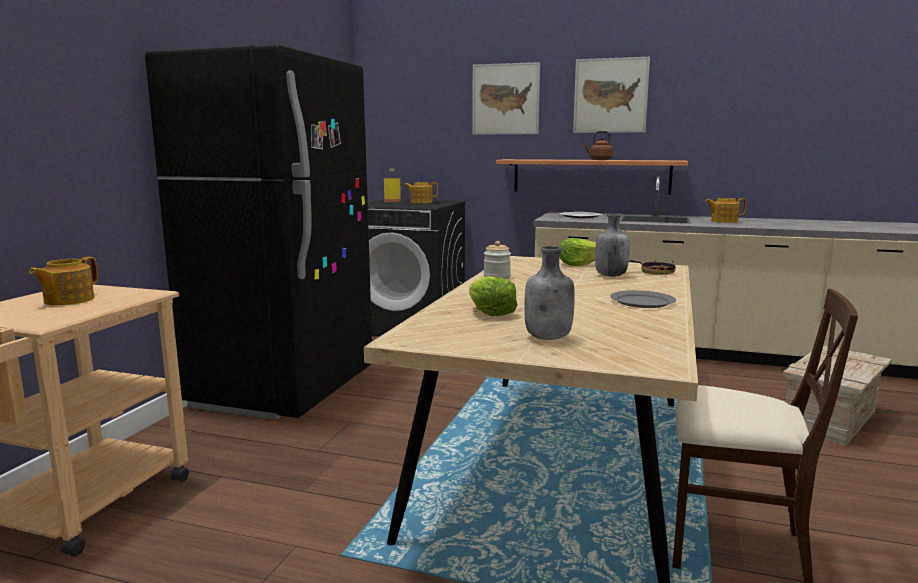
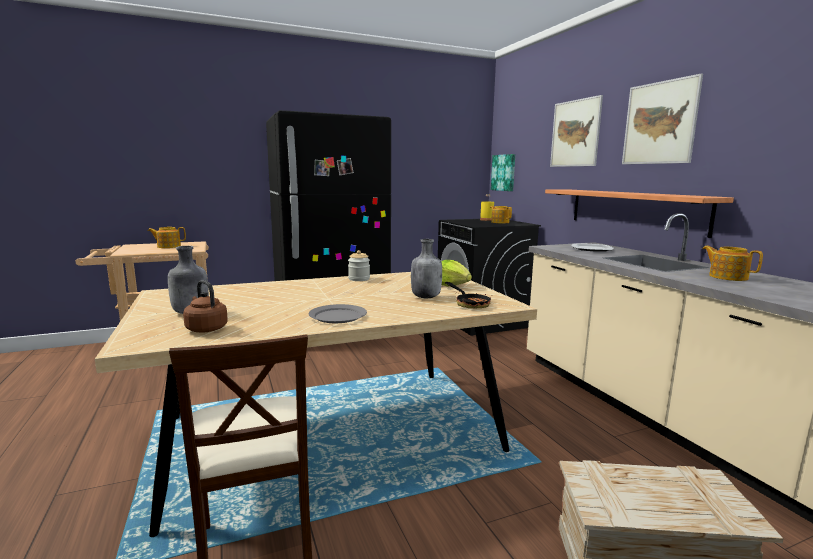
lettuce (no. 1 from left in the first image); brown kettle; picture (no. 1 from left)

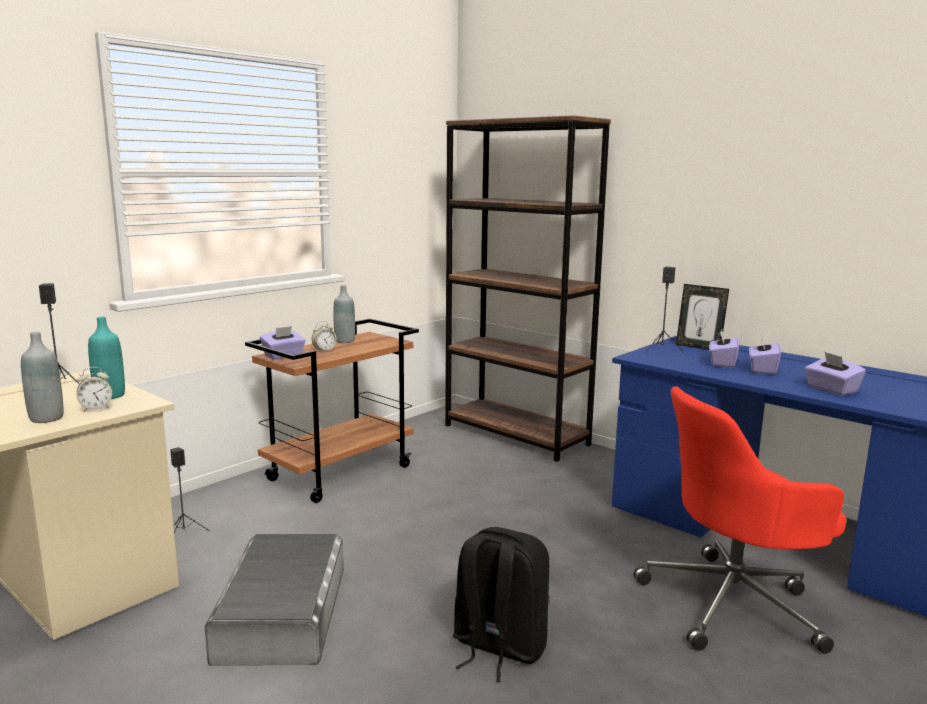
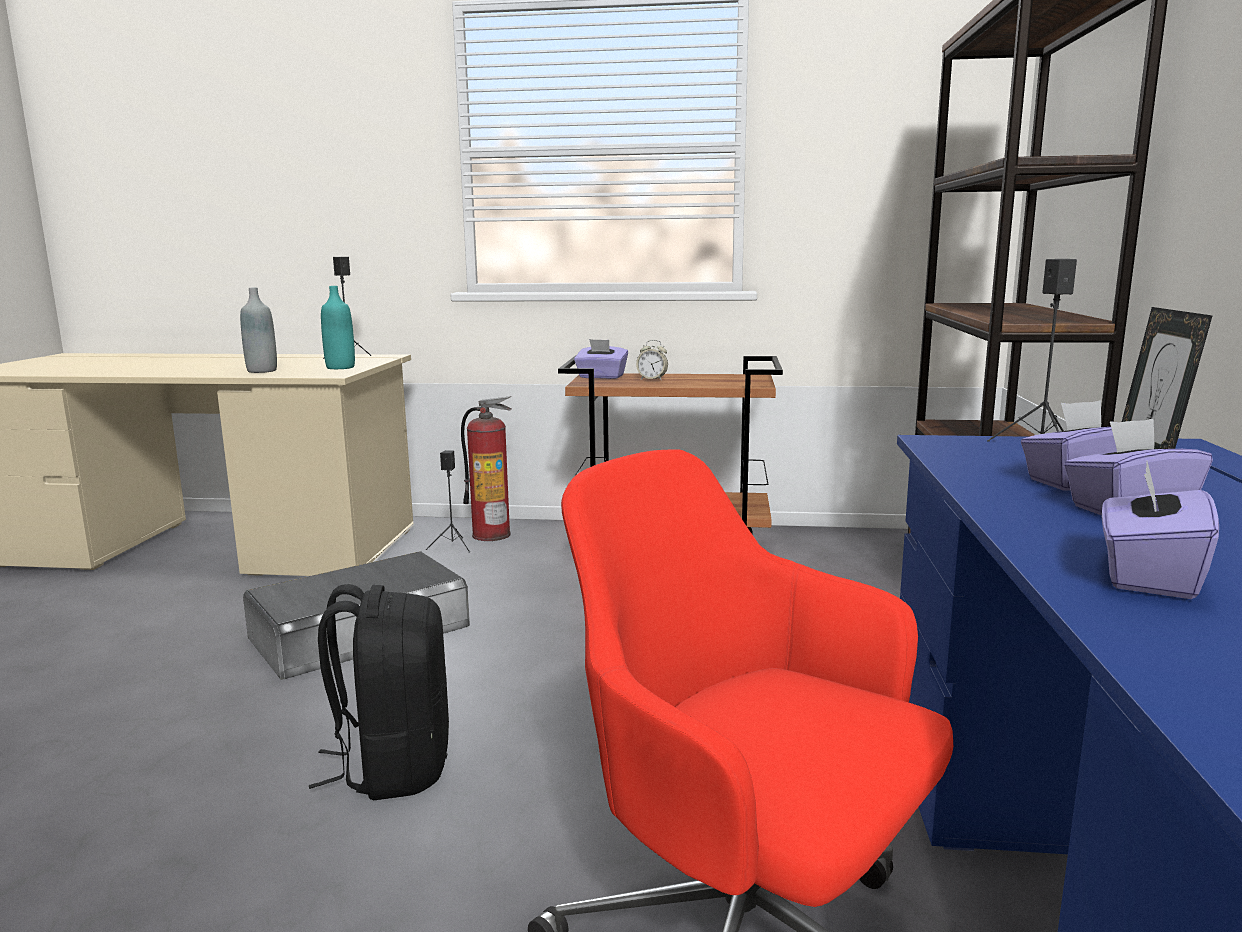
alarm clock (no. 1 from left in the first image); grey bottle (no. 2 from left in the first image); fire extinguisher

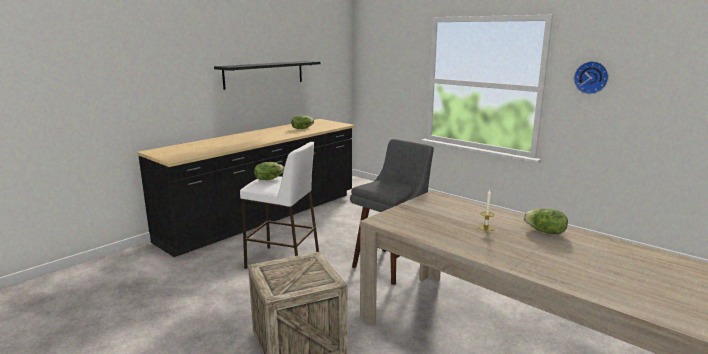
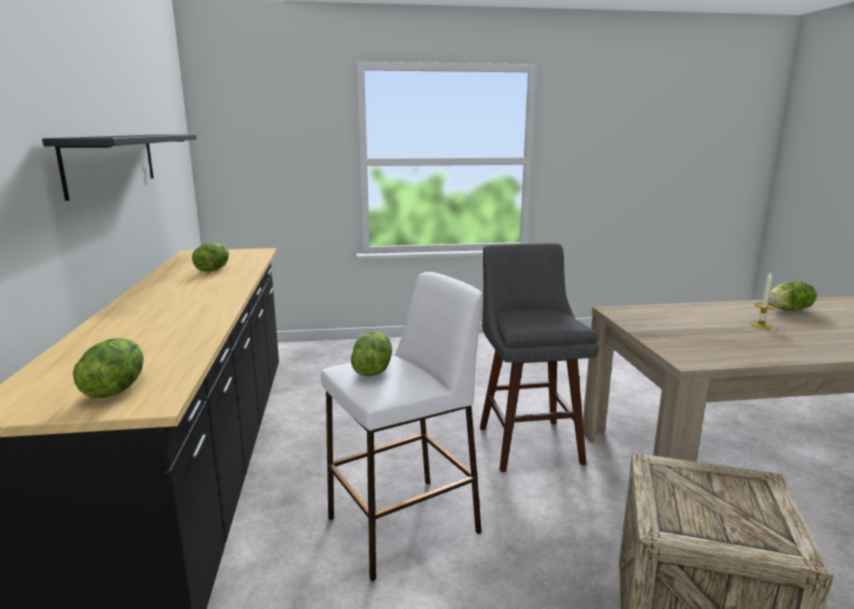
wall clock; lettuce (no. 1 from left)

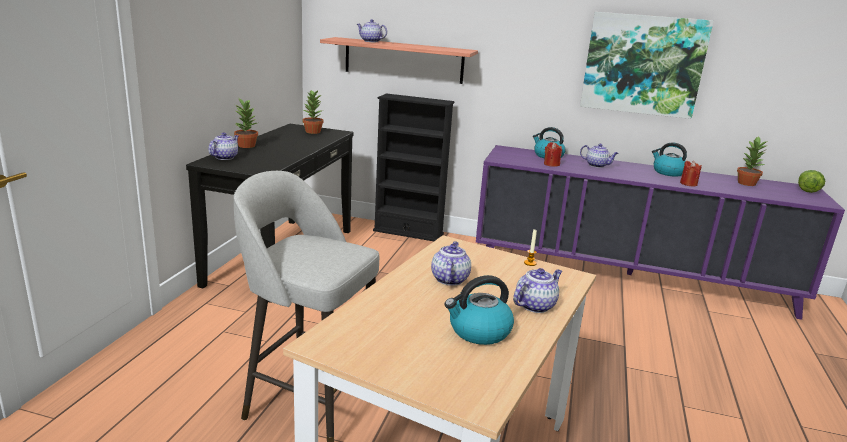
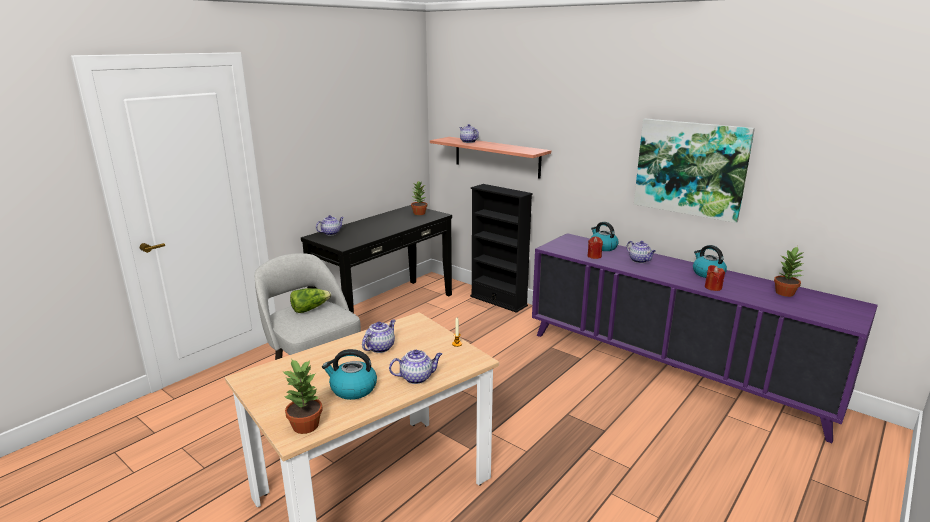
potted plant (no. 1 from left); lettuce

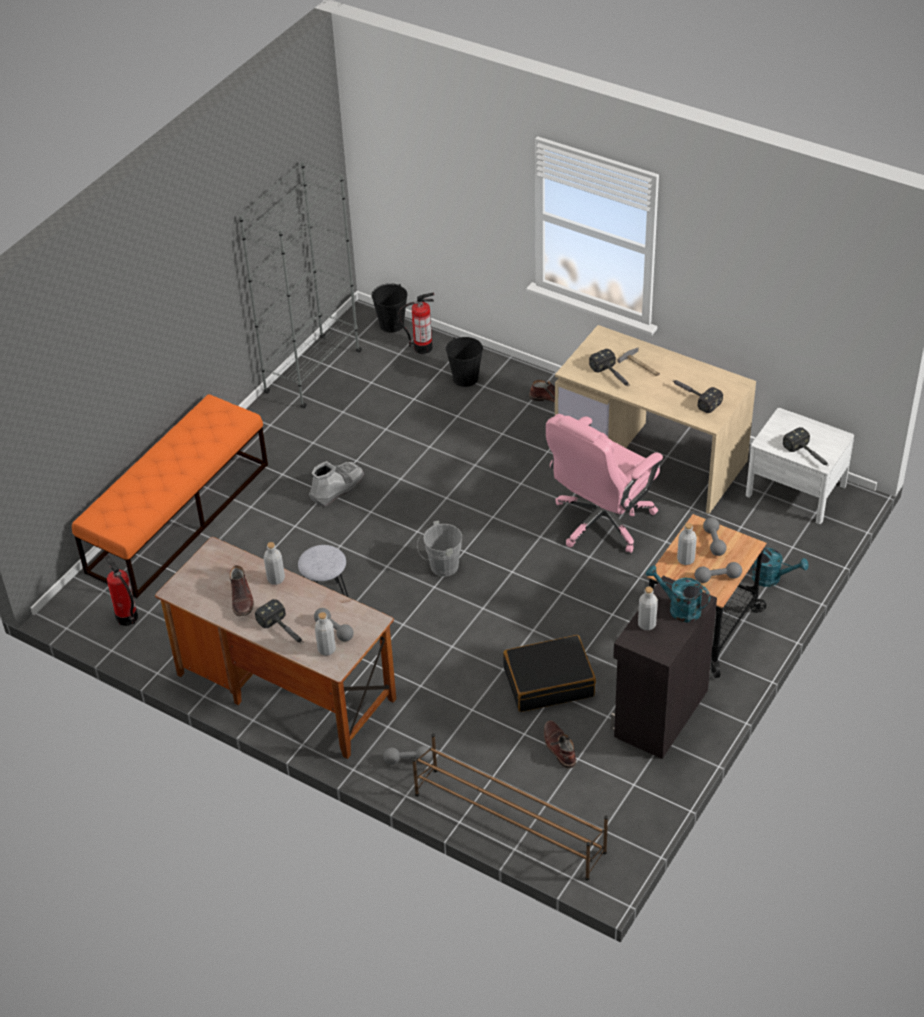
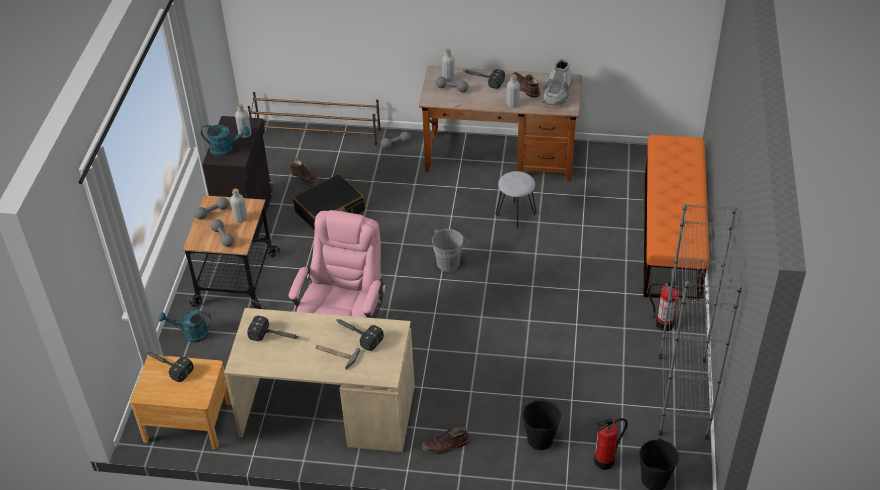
fire extinguisher (no. 2 from left); grey boot; brown nightstand

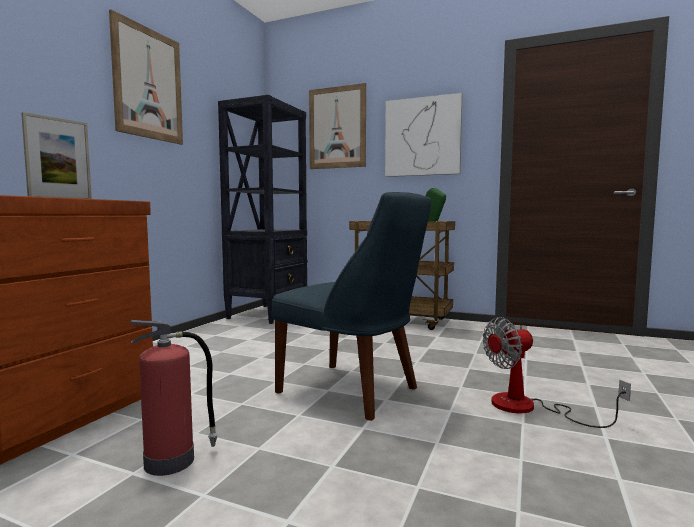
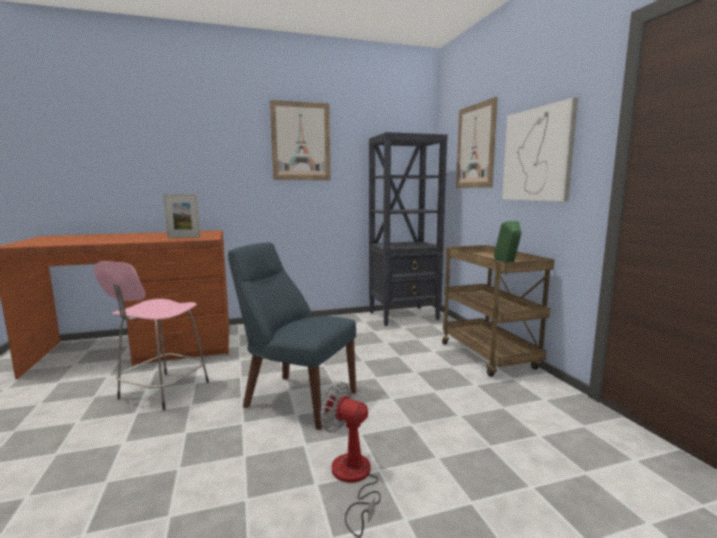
pink stool; blue chair

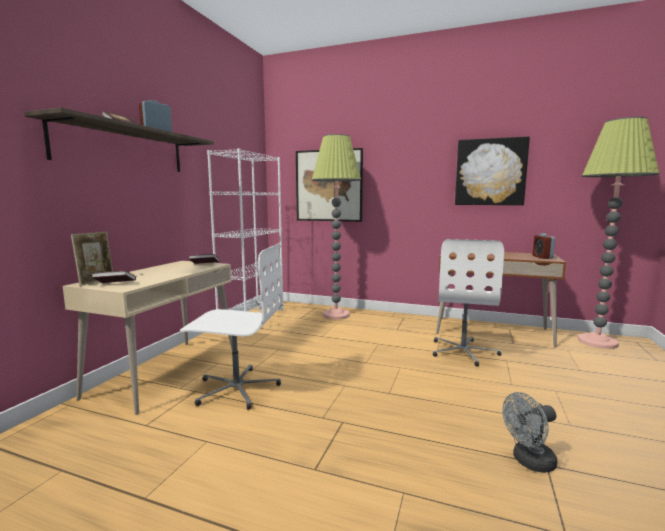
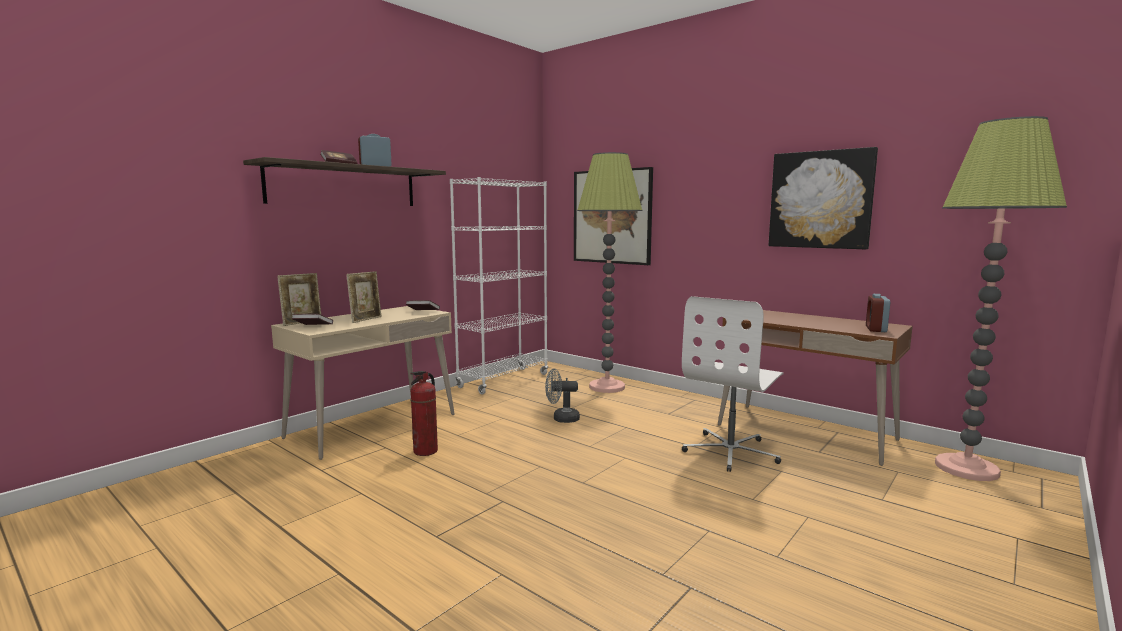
fire extinguisher; grey fan; picture frame (no. 2 from left)

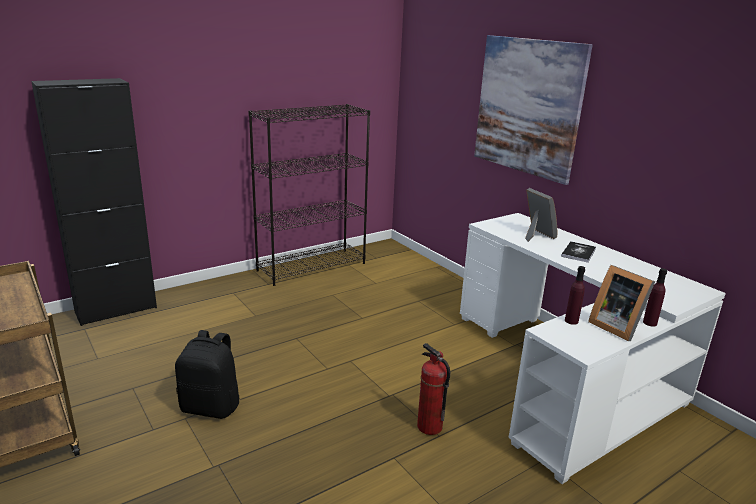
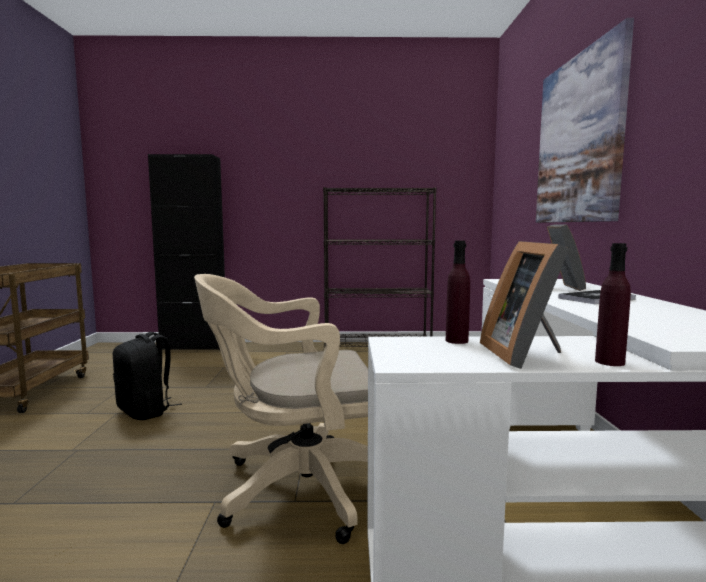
beige office chair

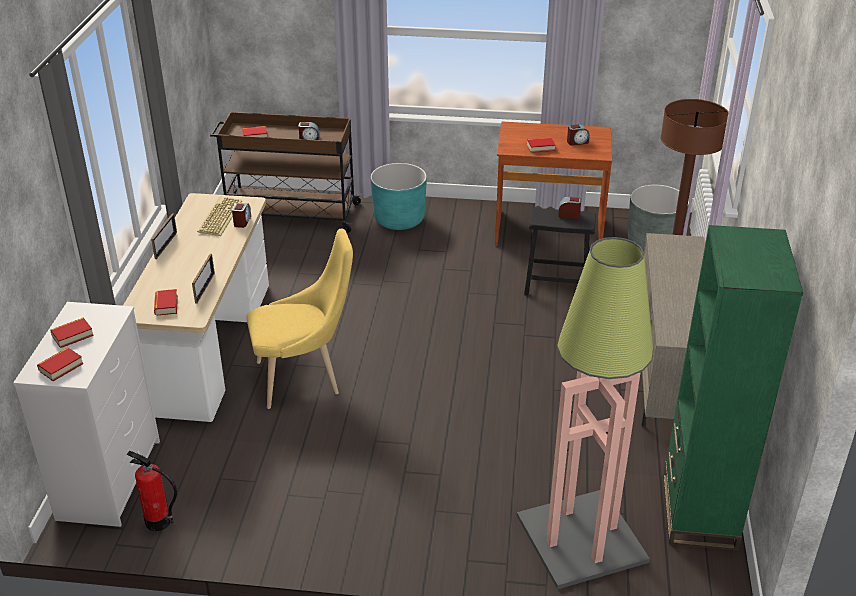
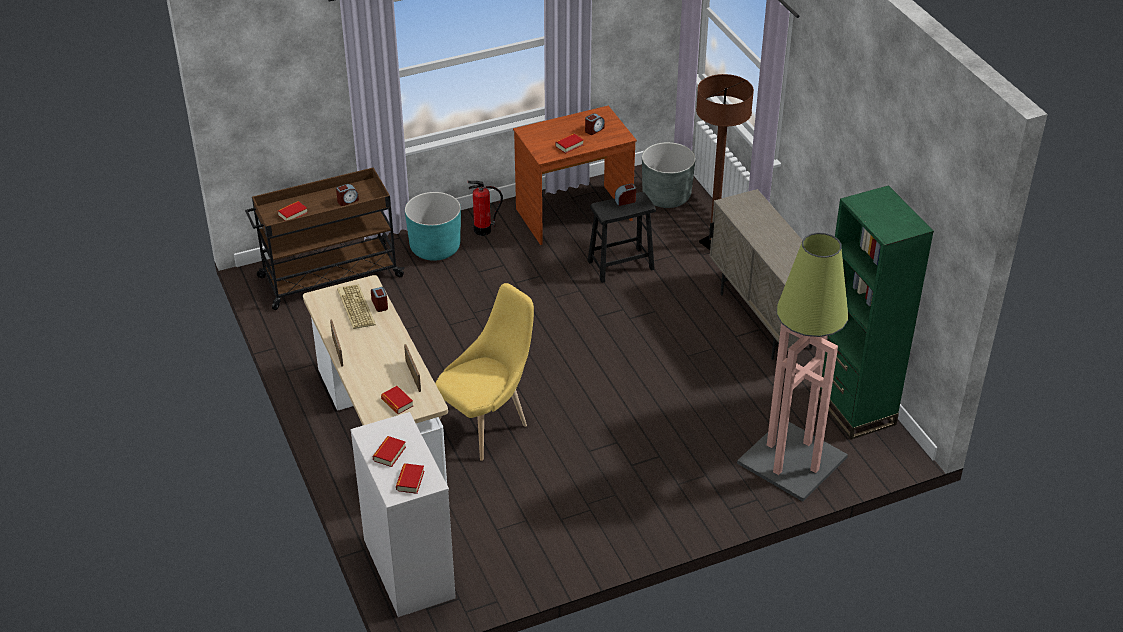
fire extinguisher

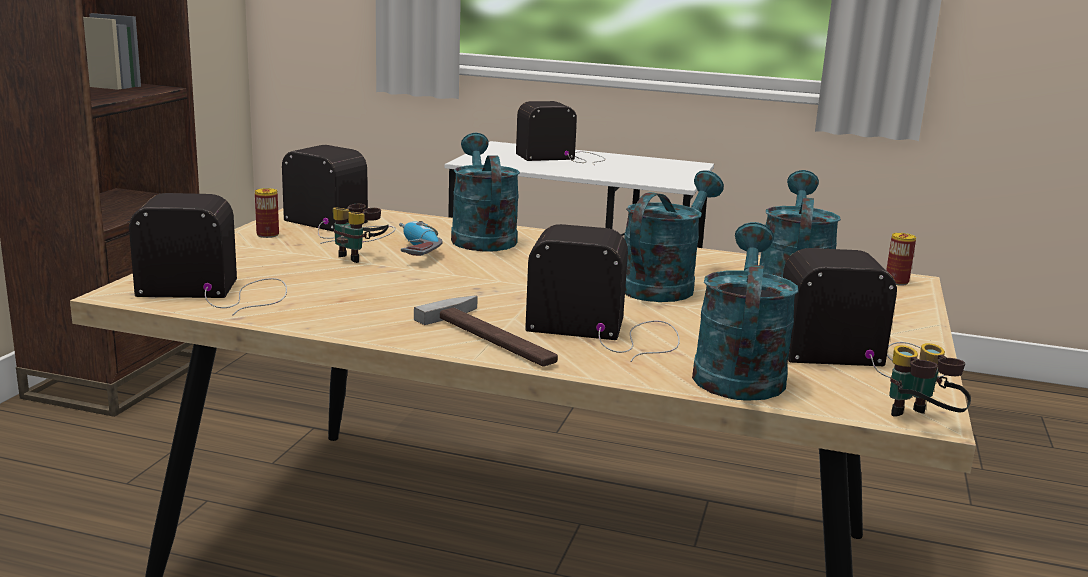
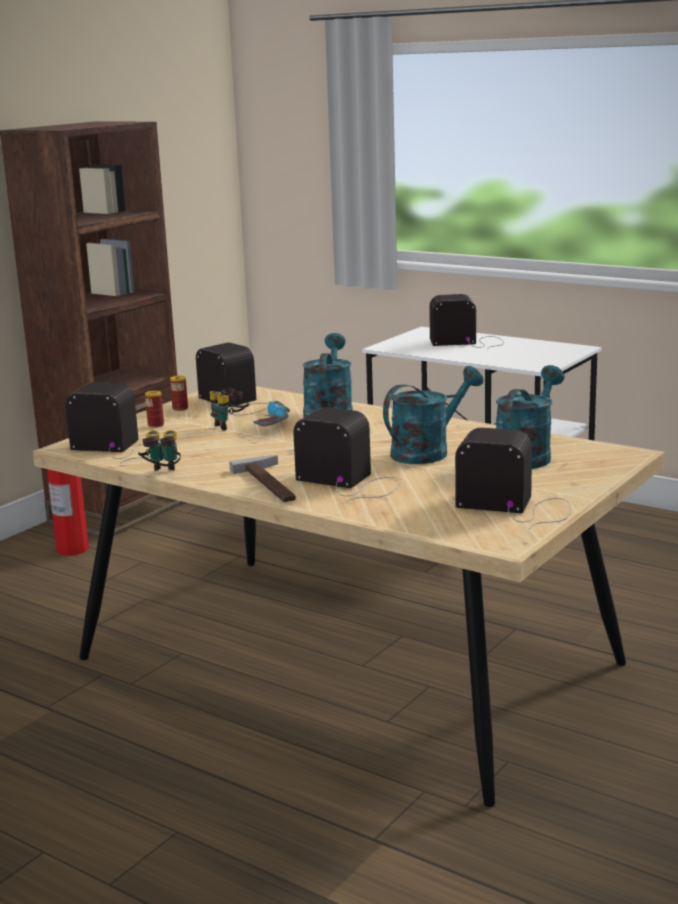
turquoise watering can (no. 3 from left in the first image); can (no. 1 from left); binoculars (no. 1 from left); fire extinguisher

